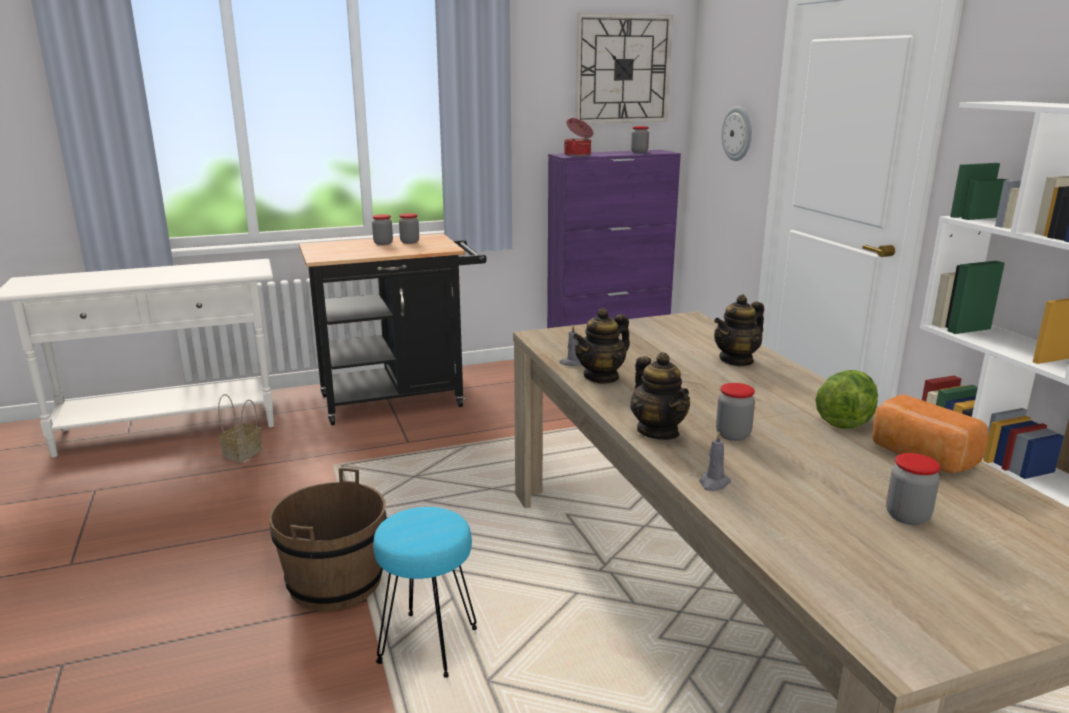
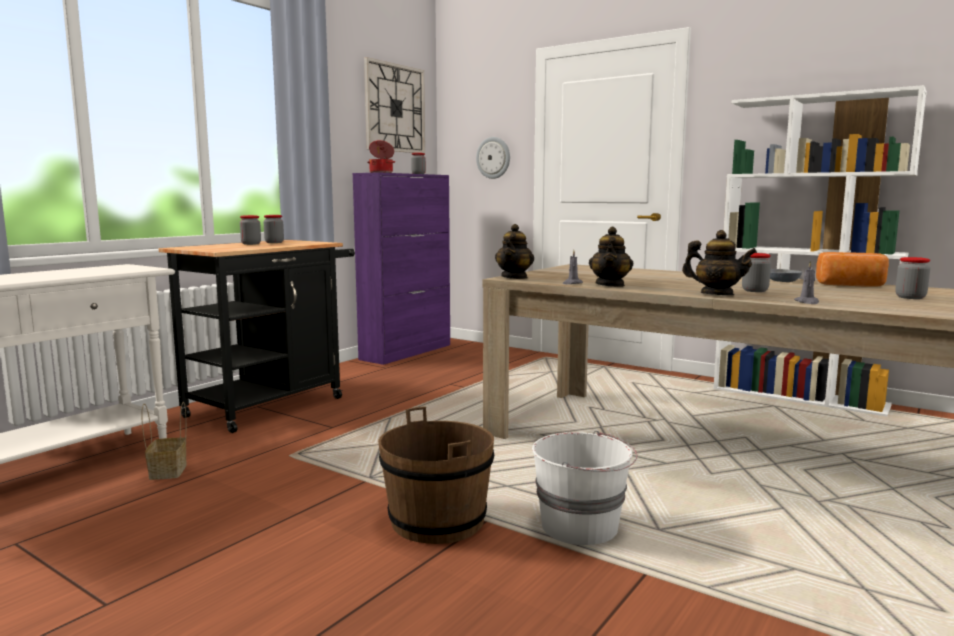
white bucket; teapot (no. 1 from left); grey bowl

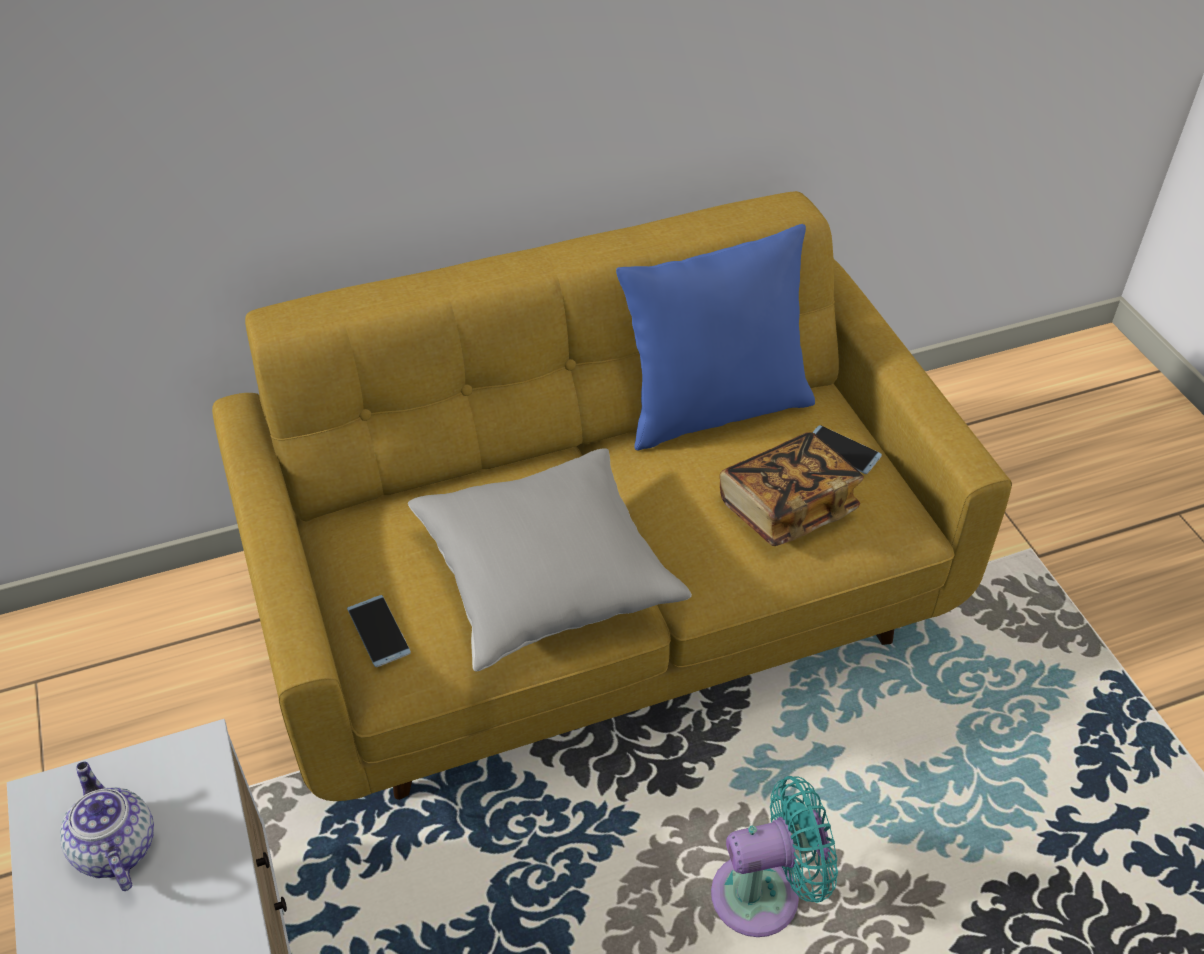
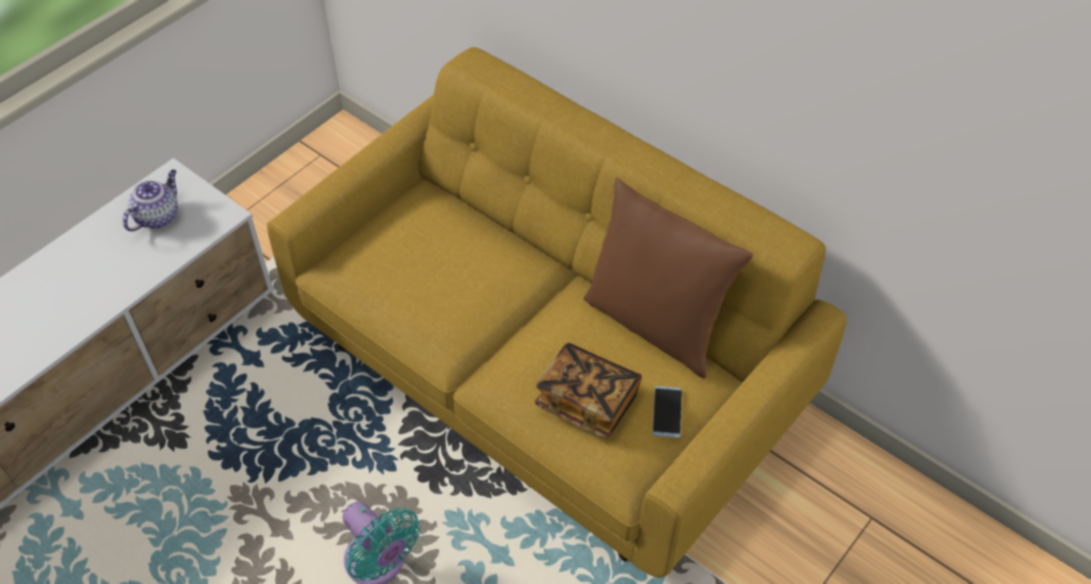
phone (no. 1 from left in the first image); grey pillow; brown pillow

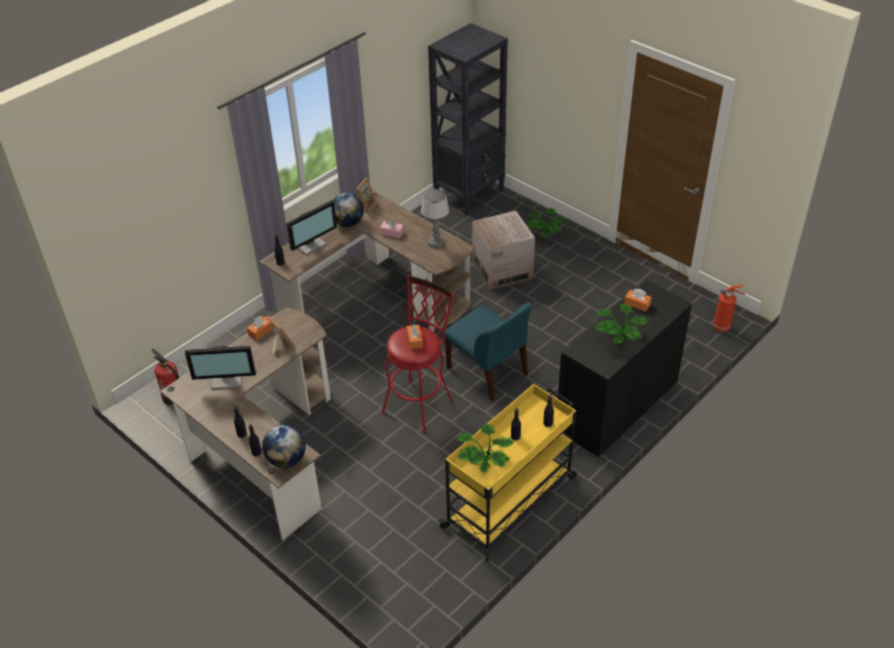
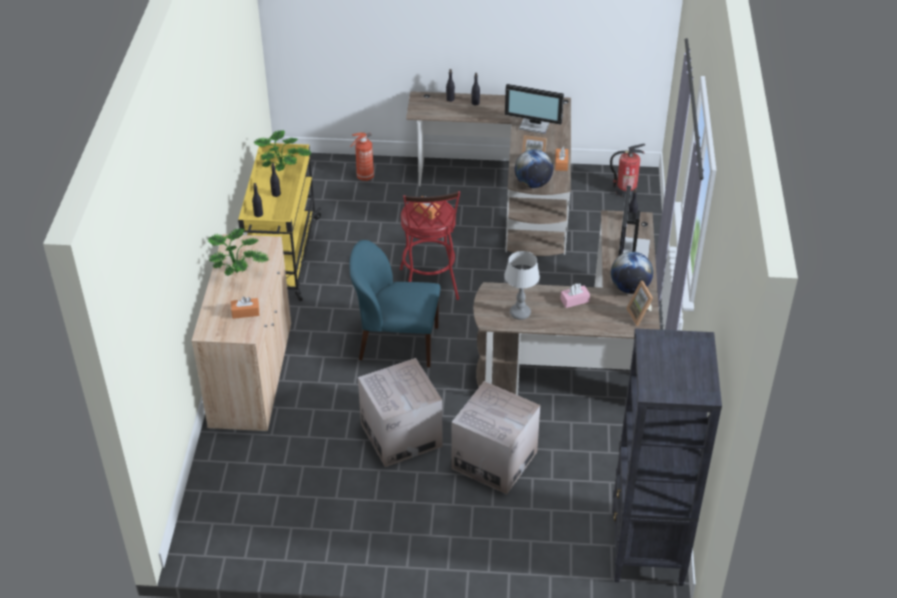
monitor (no. 1 from left); globe (no. 1 from left); potted plant (no. 2 from left in the first image); beige cabinet; fire extinguisher (no. 1 from left); cardboard box (no. 1 from left)

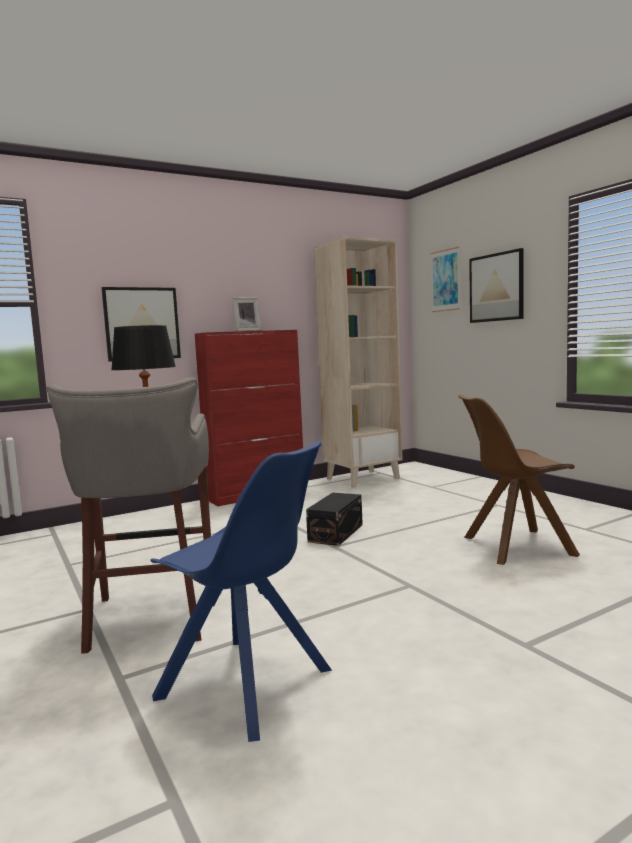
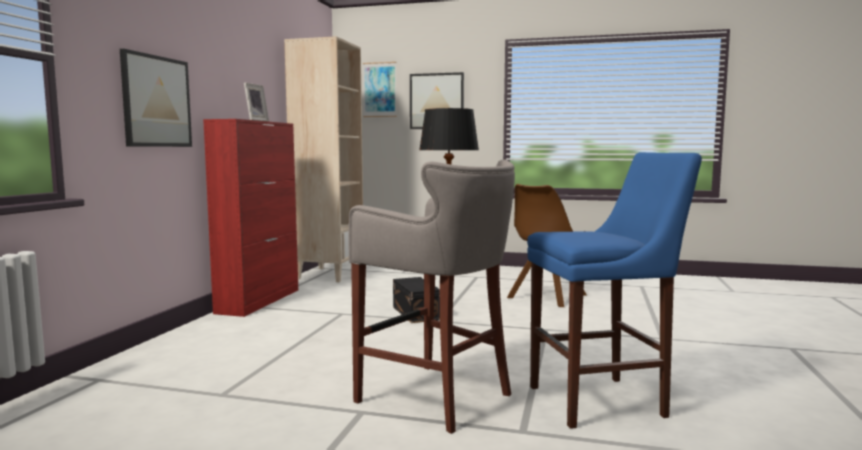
blue stool

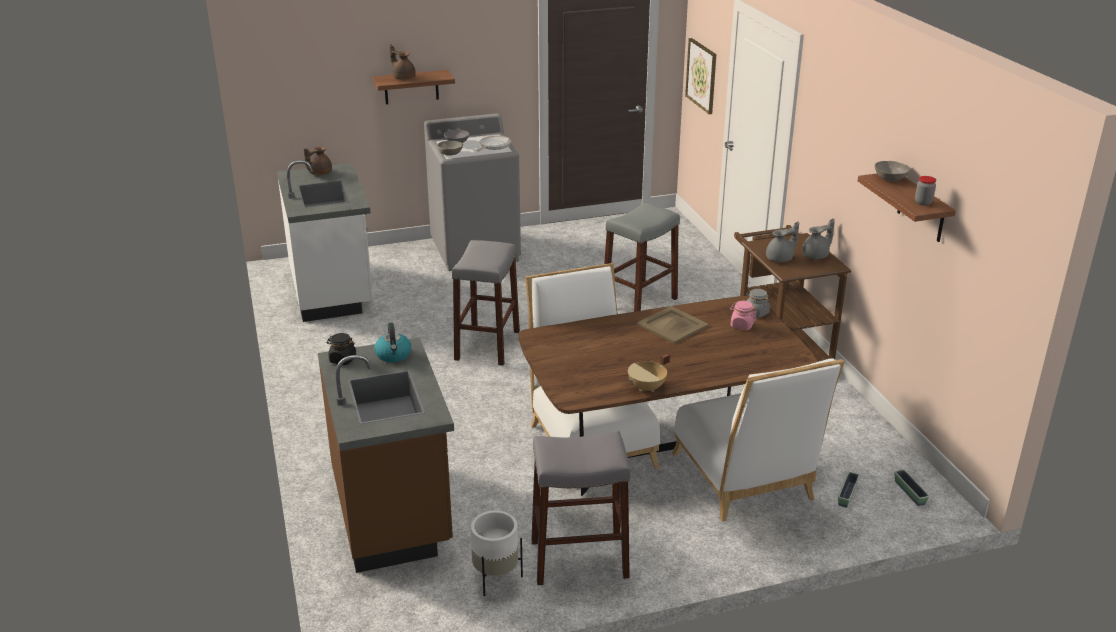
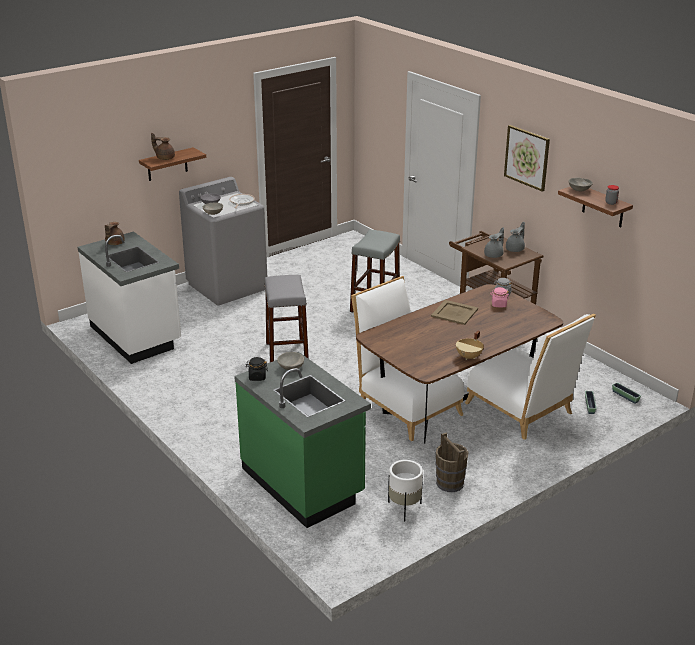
green counter; grey bowl (no. 3 from left); brown bucket; picture

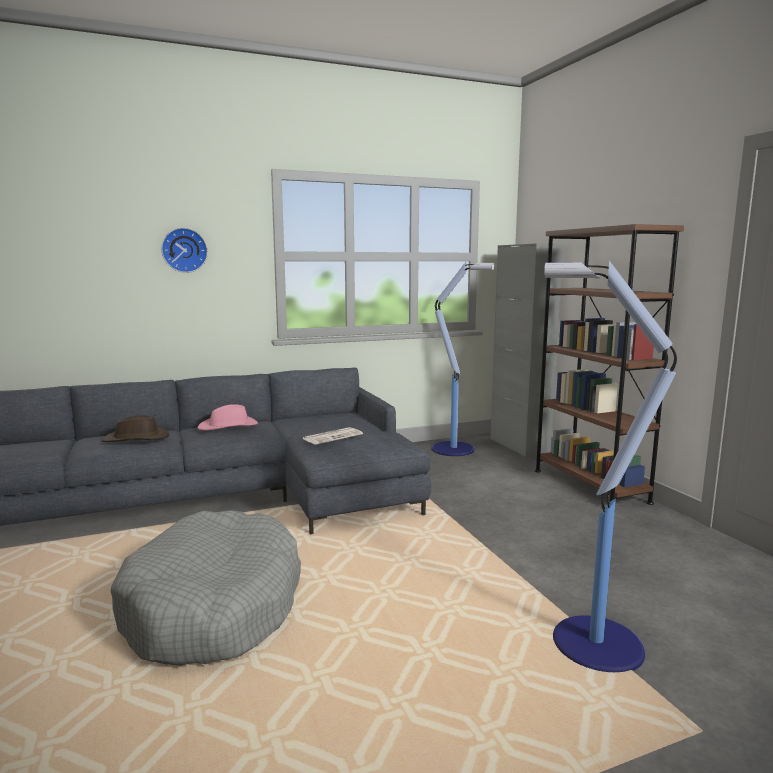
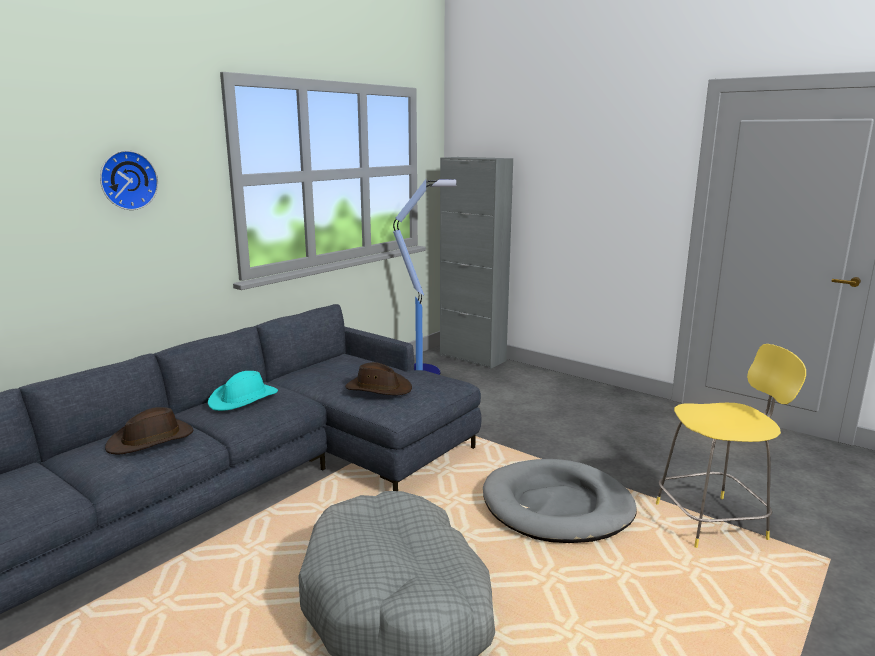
turquoise hat; brown hat (no. 2 from left); brown bookcase; yellow stool; grey dog bed (no. 2 from left)

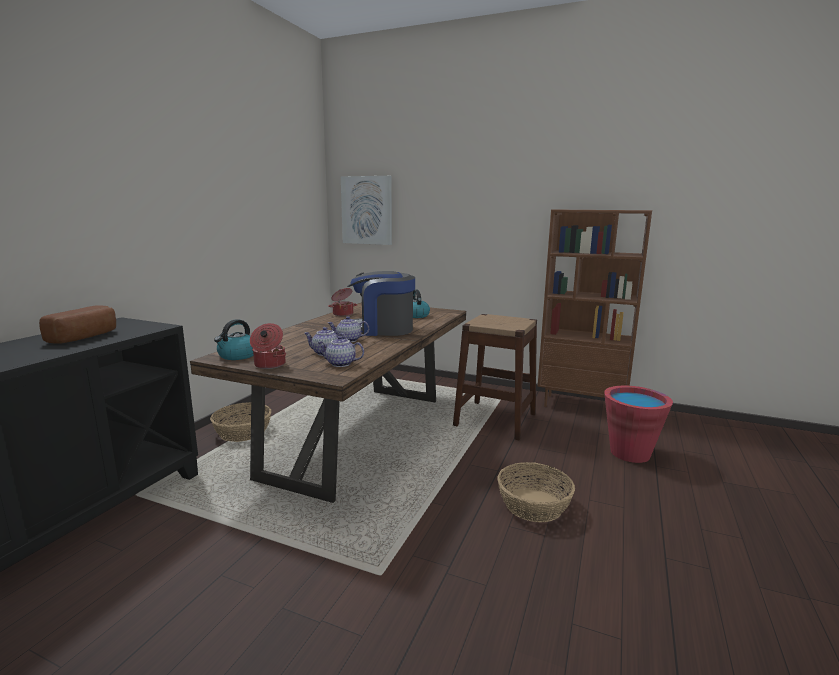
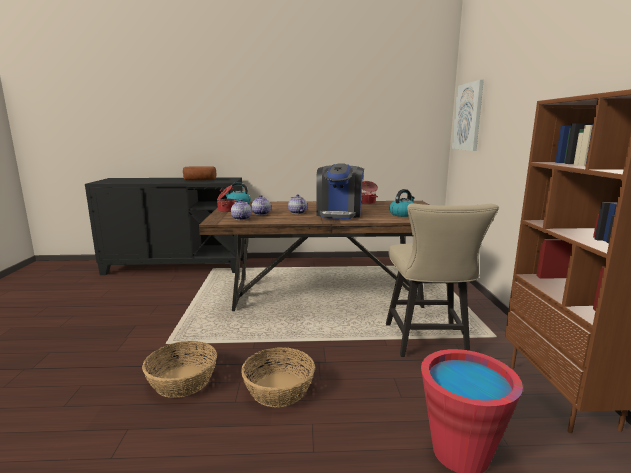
basket (no. 1 from left); coffee machine; beige chair

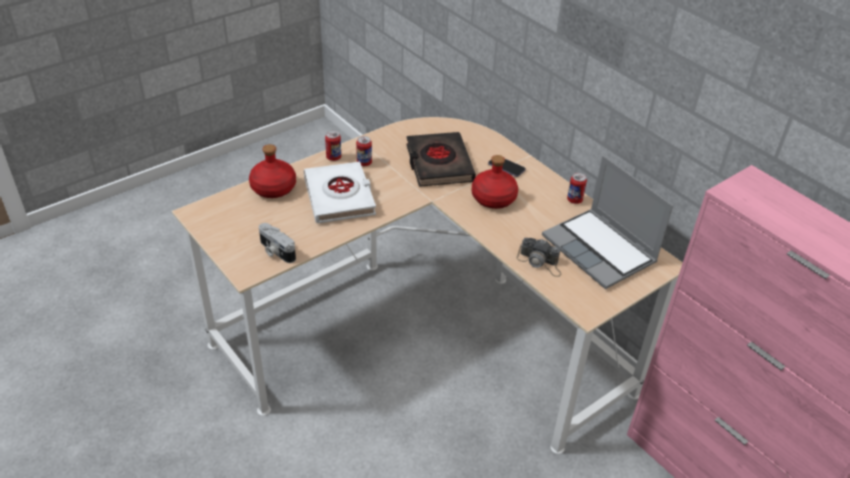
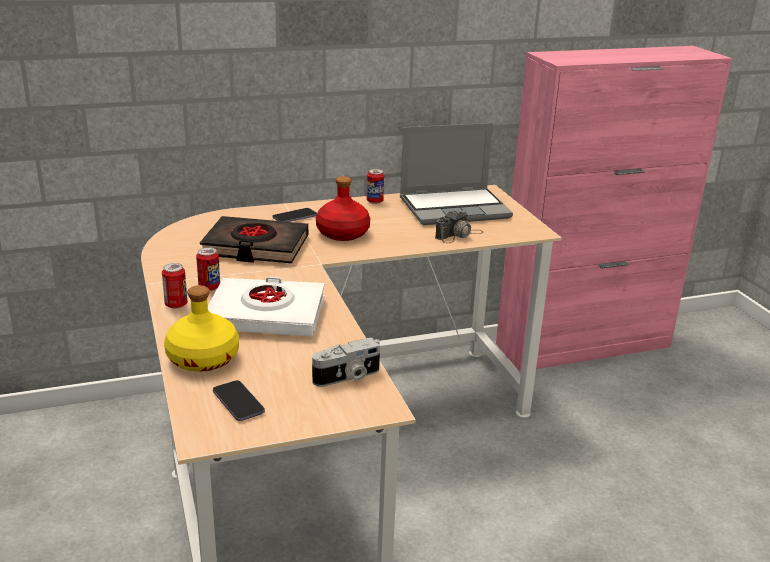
yellow bottle; phone (no. 1 from left)

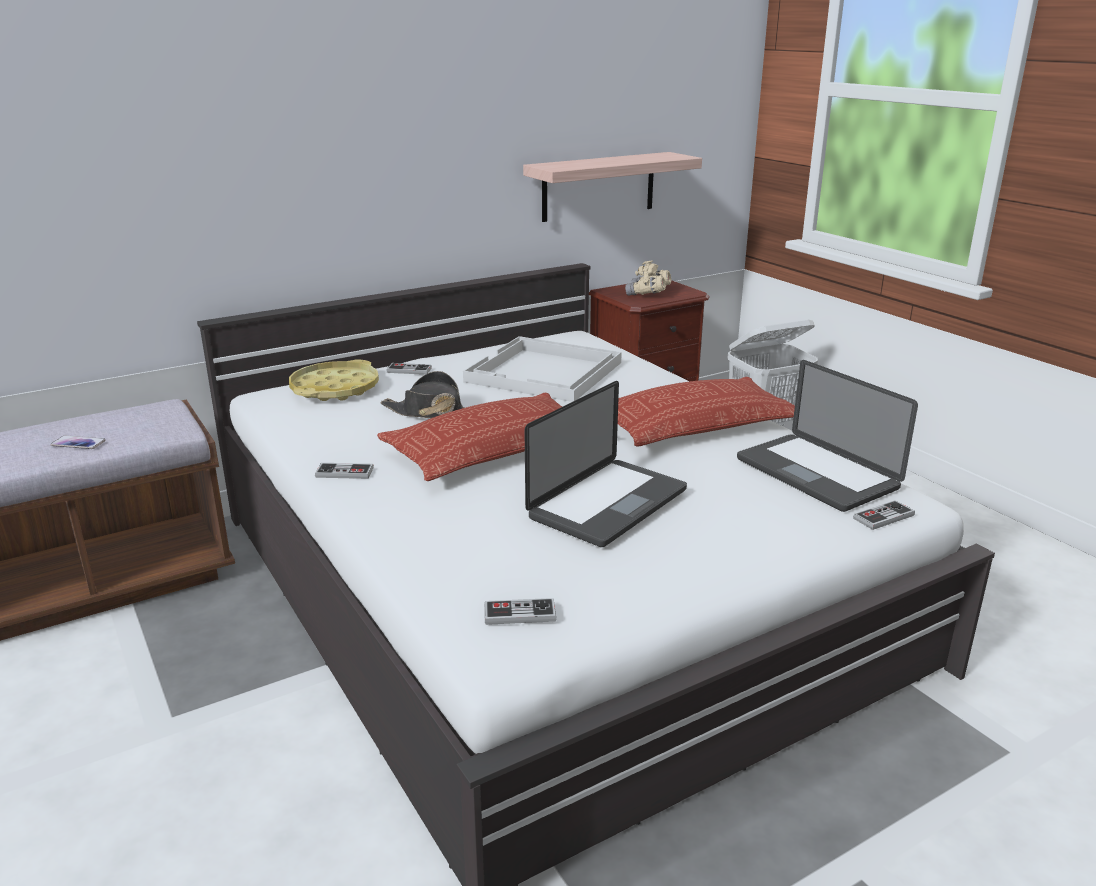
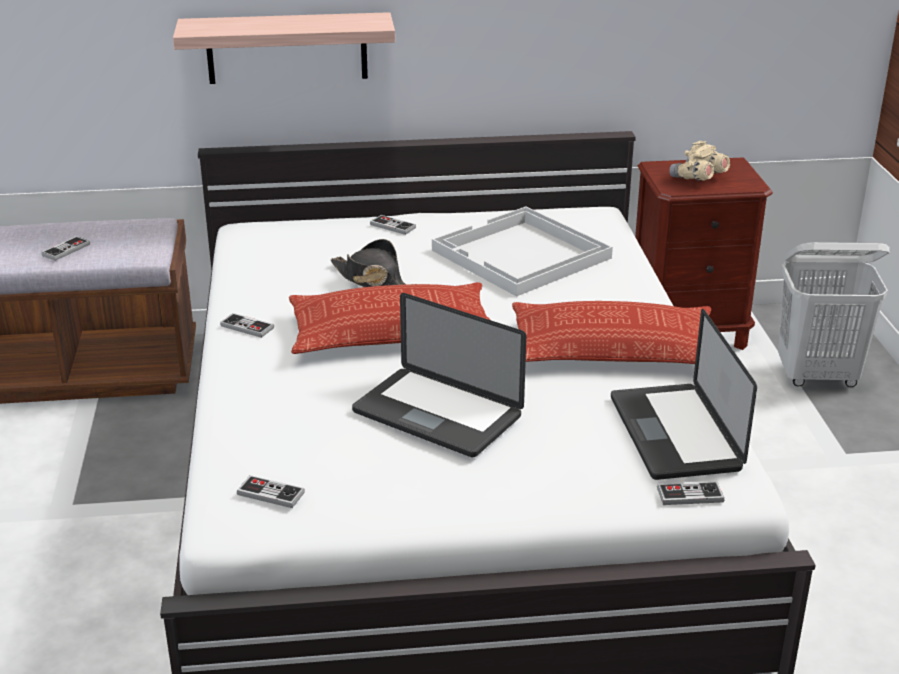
game controller (no. 1 from left); yellow tray; shelf; laptop (no. 1 from left)

